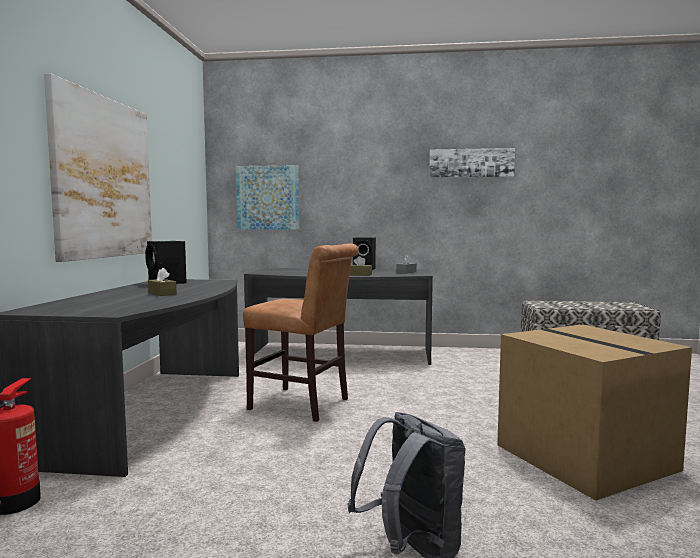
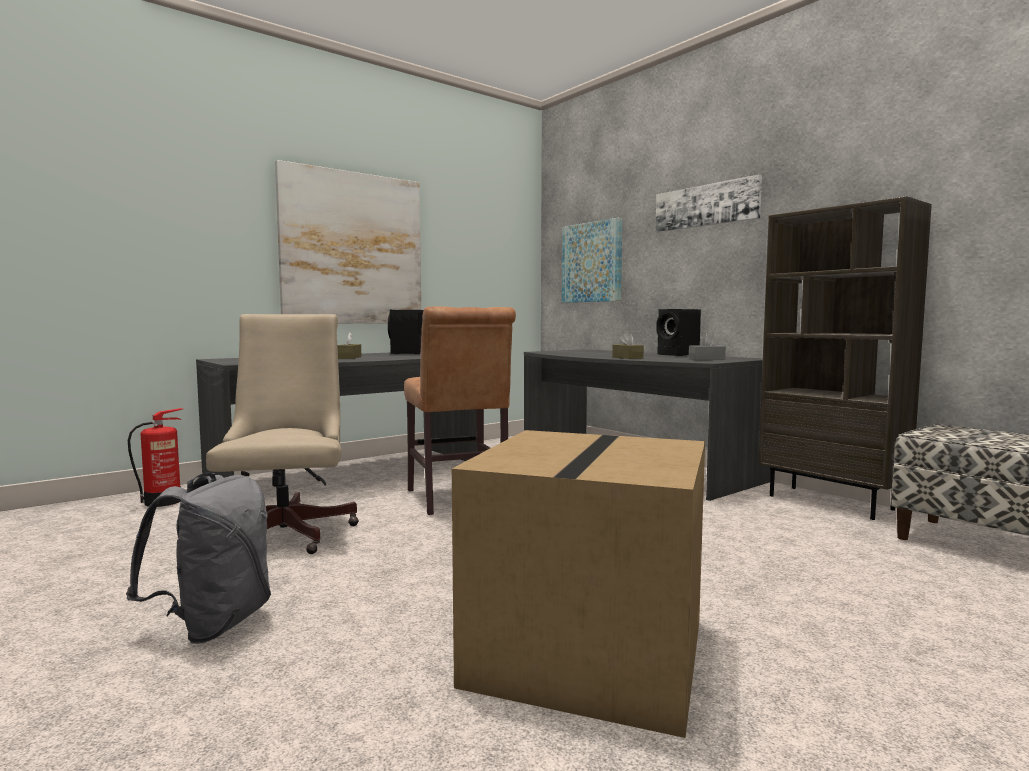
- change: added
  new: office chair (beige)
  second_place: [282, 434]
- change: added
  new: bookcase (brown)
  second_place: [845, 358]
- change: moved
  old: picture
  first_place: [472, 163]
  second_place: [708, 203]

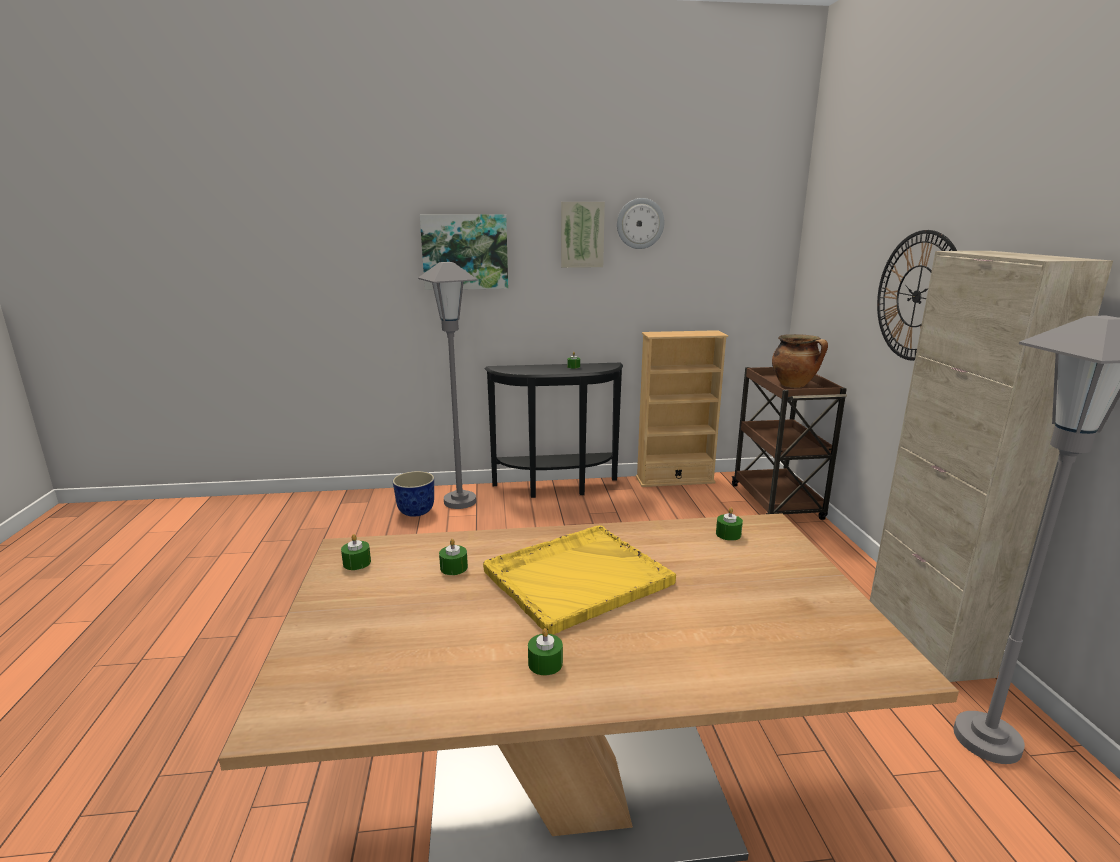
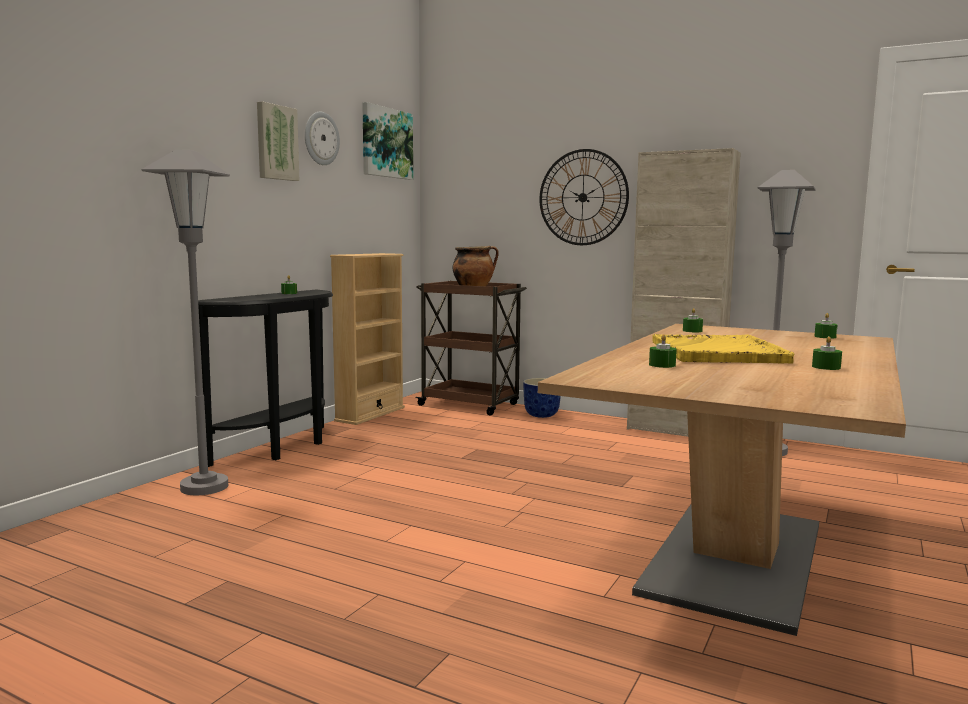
- change: moved
  old: candle (green)
  first_place: [356, 552]
  second_place: [826, 325]
- change: moved
  old: planter
  first_place: [413, 494]
  second_place: [542, 398]
- change: moved
  old: picture
  first_place: [464, 252]
  second_place: [387, 141]

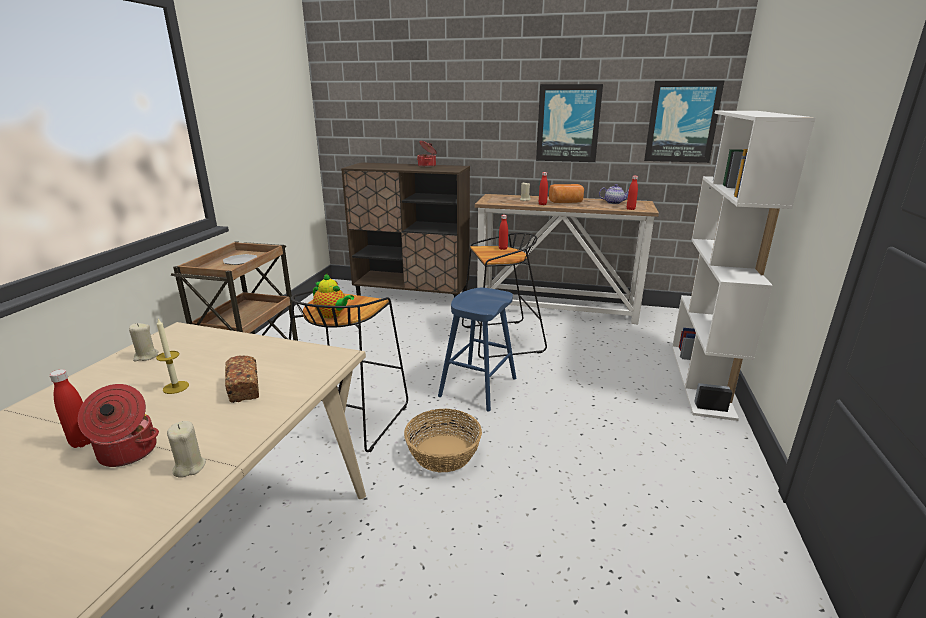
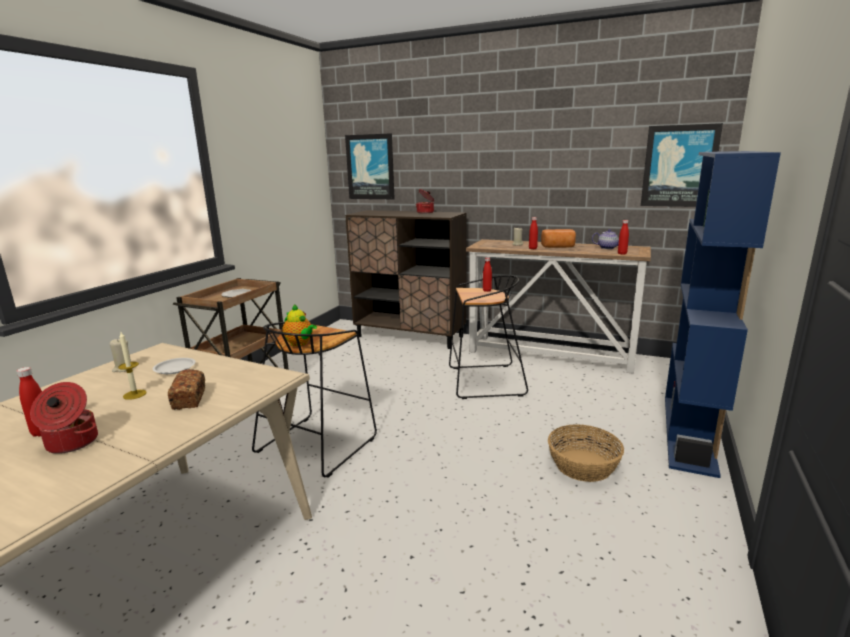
- change: removed
  old: candle (beige)
  first_place: [186, 449]
- change: removed
  old: stool (blue)
  first_place: [477, 349]
- change: added
  new: plate (white)
  second_place: [174, 366]
- change: moved
  old: basket
  first_place: [443, 440]
  second_place: [586, 453]
- change: moved
  old: picture
  first_place: [569, 123]
  second_place: [370, 166]
- change: recoloured
  old: bookcase (white)
  new: bookcase (blue)
  first_place: [744, 266]
  second_place: [723, 314]

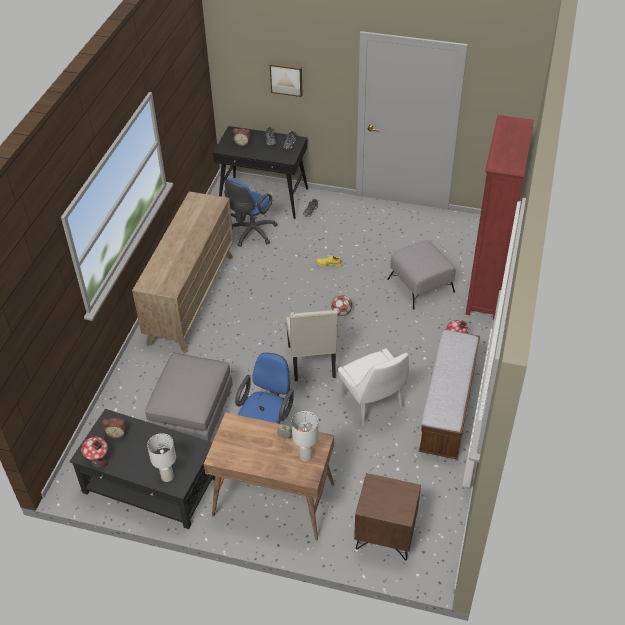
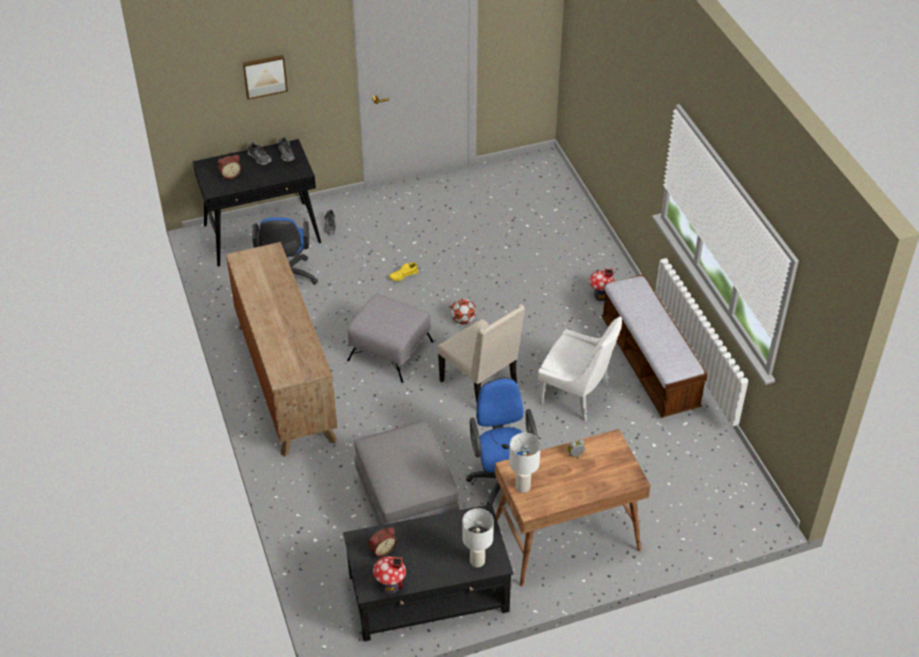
- change: removed
  old: nightstand (brown)
  first_place: [387, 517]
- change: removed
  old: bookcase (red)
  first_place: [499, 217]
- change: moved
  old: table lamp (white)
  first_place: [305, 436]
  second_place: [525, 463]
- change: moved
  old: ottoman (grey)
  first_place: [421, 274]
  second_place: [390, 338]

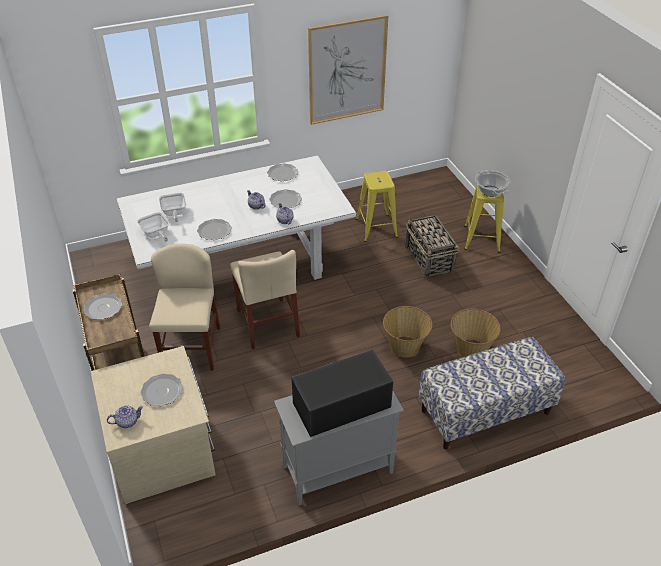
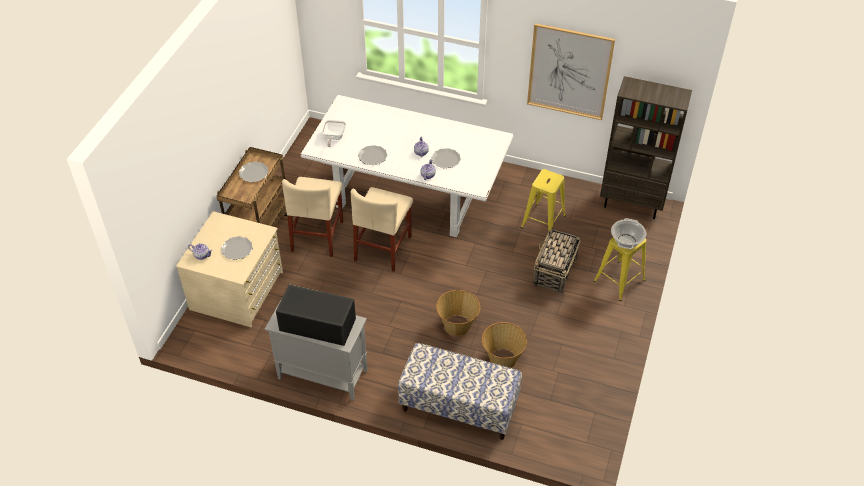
- change: removed
  old: frying pan
  first_place: [172, 207]
- change: removed
  old: plate
  first_place: [283, 172]
- change: added
  new: bookcase (brown)
  second_place: [646, 147]
- change: turned
  old: chair (beige)
  first_place: [184, 307]
  second_place: [312, 217]
  degrees: 150

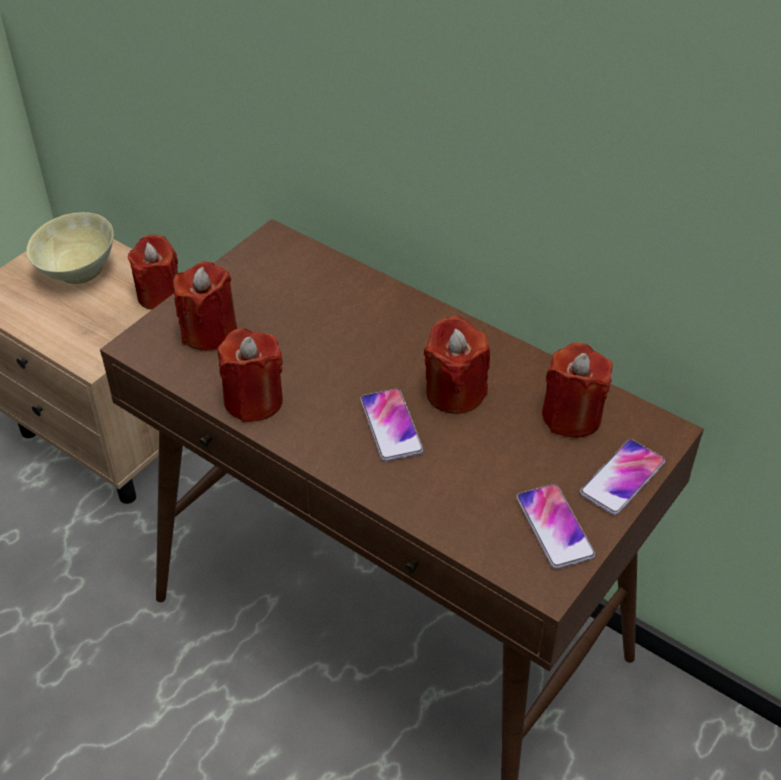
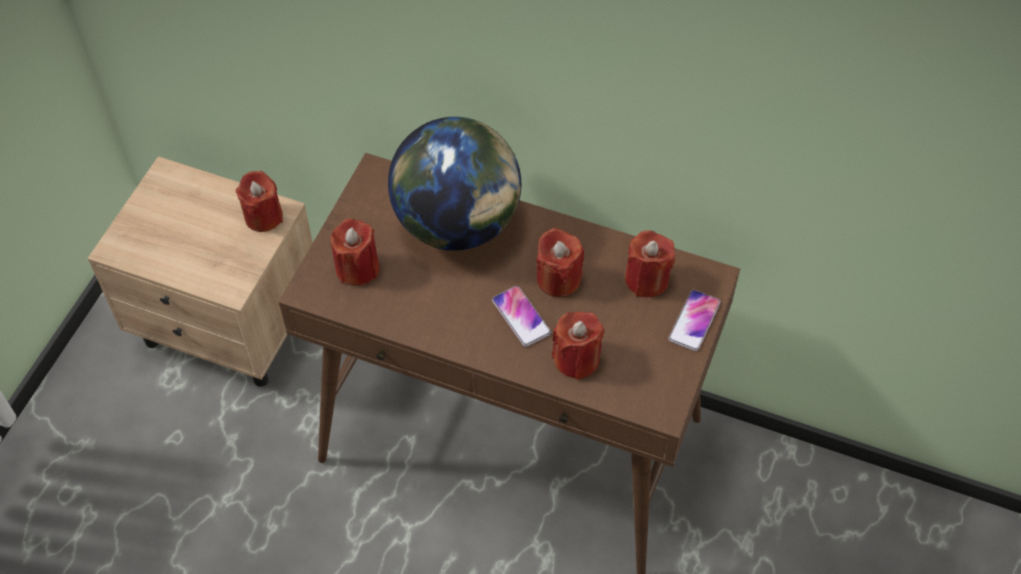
- change: removed
  old: bowl (beige)
  first_place: [70, 248]
- change: removed
  old: phone
  first_place: [555, 526]
- change: added
  new: globe
  second_place: [454, 184]
- change: moved
  old: candle (red)
  first_place: [250, 376]
  second_place: [578, 346]

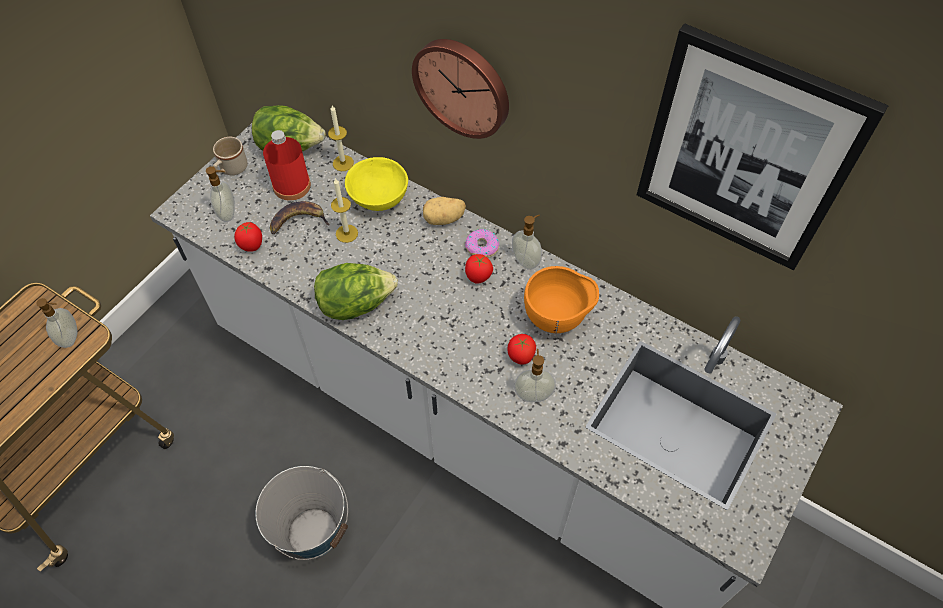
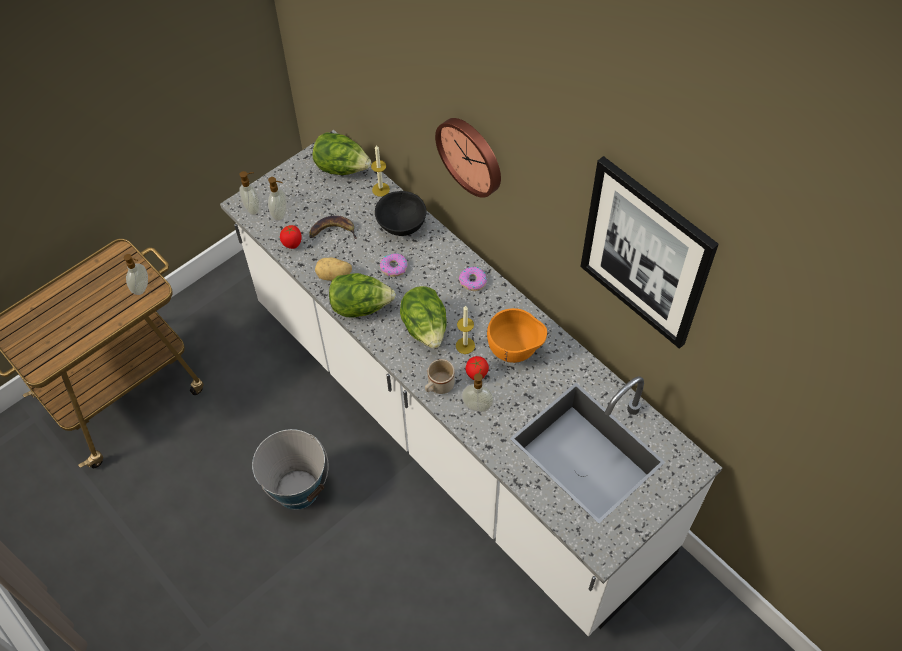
- change: removed
  old: bottle (red)
  first_place: [287, 165]
- change: removed
  old: tomato
  first_place: [479, 269]
- change: added
  new: donut
  second_place: [393, 265]
- change: added
  new: lettuce
  second_place: [423, 317]
- change: moved
  old: mug (beige)
  first_place: [230, 156]
  second_place: [440, 376]
- change: moved
  old: candle
  first_place: [344, 210]
  second_place: [465, 329]
- change: moved
  old: potato
  first_place: [444, 211]
  second_place: [333, 269]
- change: moved
  old: soap dispenser
  first_place: [527, 242]
  second_place: [249, 193]
- change: recoloured
  old: bowl (yellow)
  new: bowl (black)
  first_place: [376, 184]
  second_place: [400, 213]

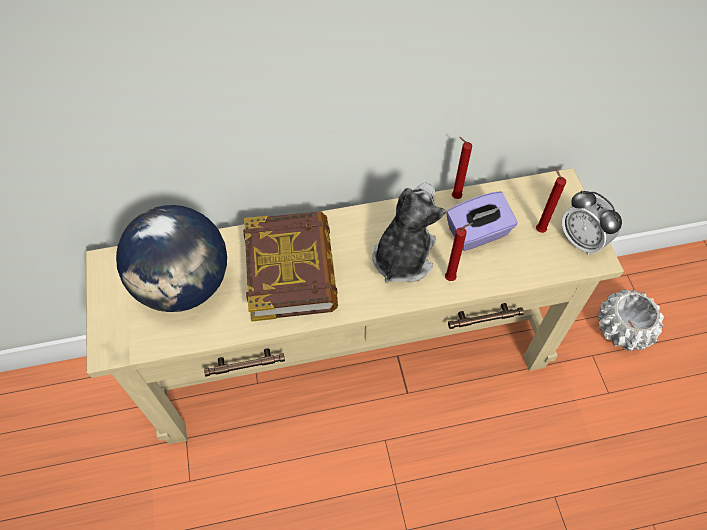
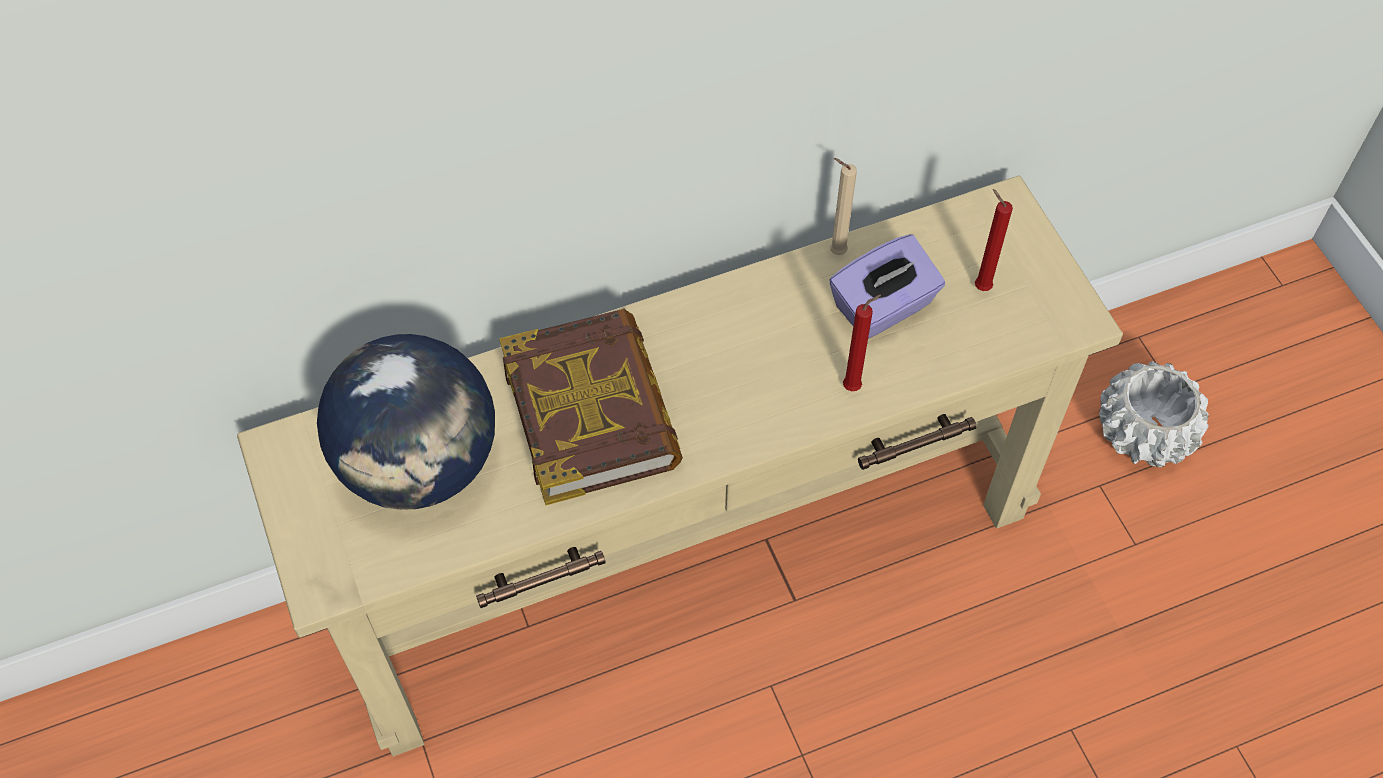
- change: removed
  old: plush toy
  first_place: [409, 233]
- change: removed
  old: alarm clock
  first_place: [592, 222]
- change: recoloured
  old: candle (red)
  new: candle (beige)
  first_place: [462, 168]
  second_place: [843, 206]

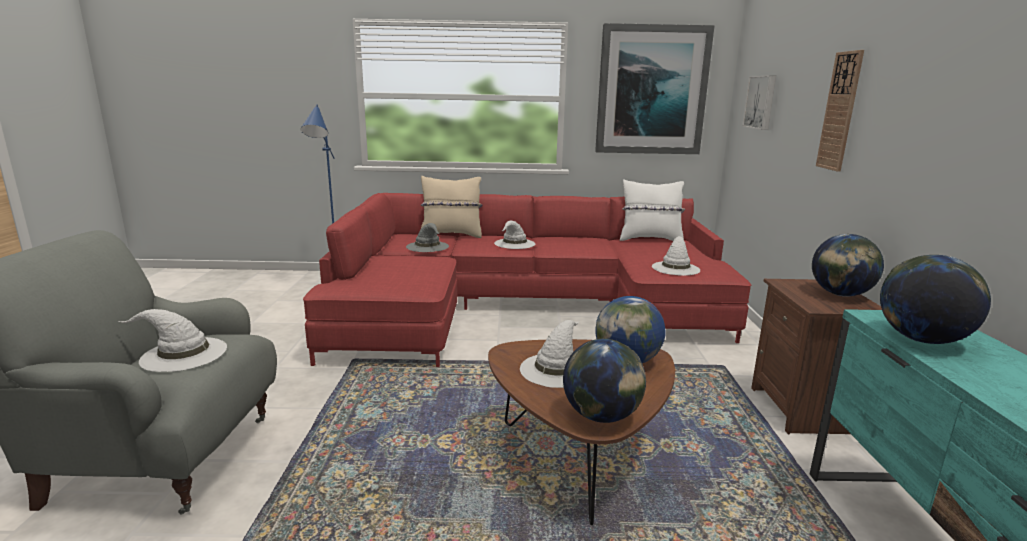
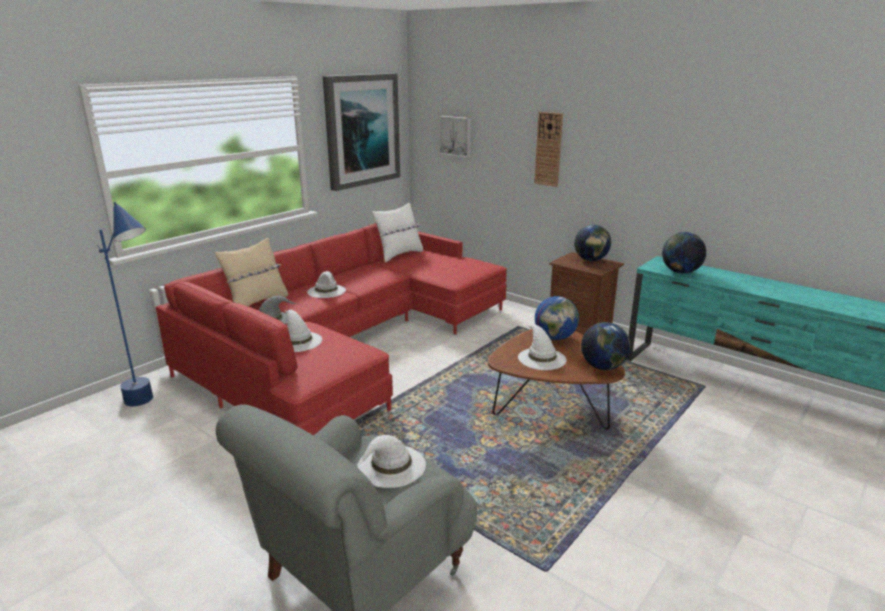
- change: moved
  old: hat (white)
  first_place: [676, 256]
  second_place: [303, 331]

